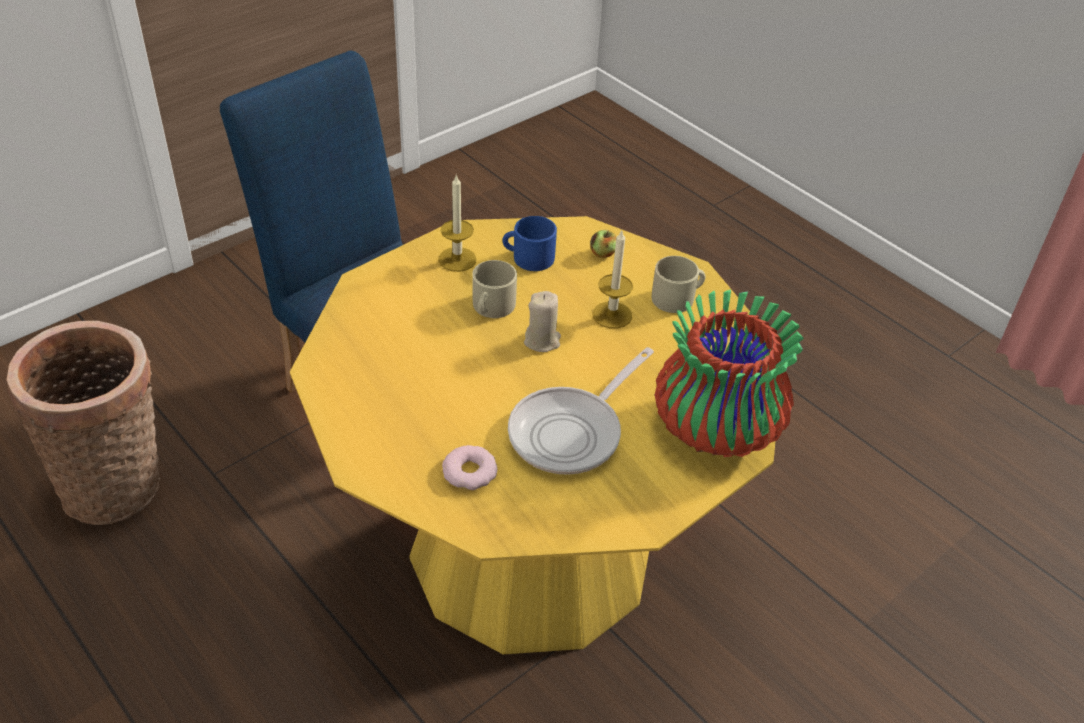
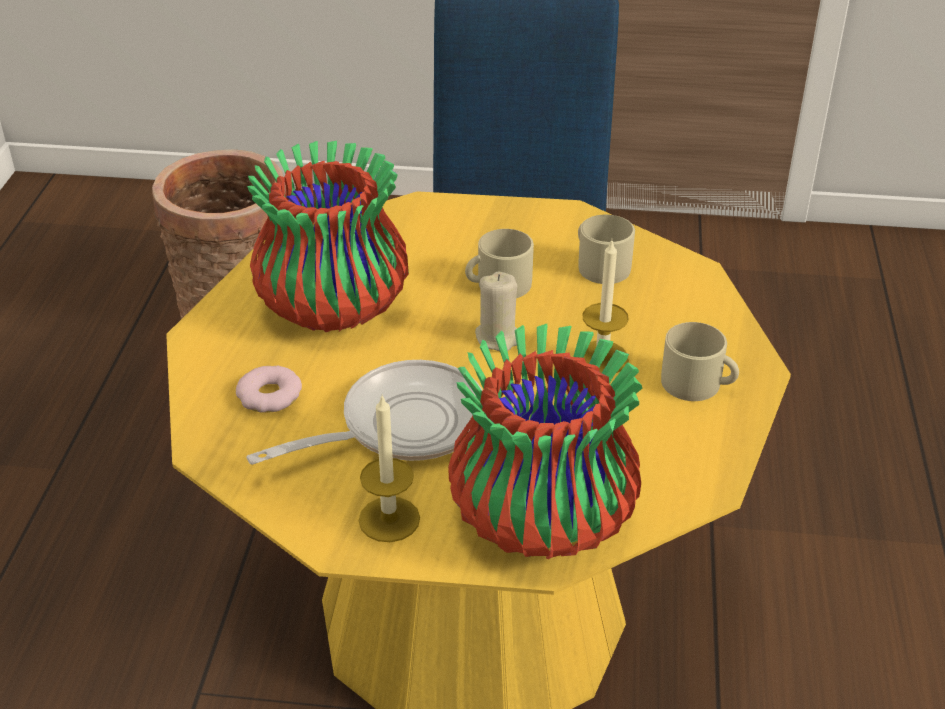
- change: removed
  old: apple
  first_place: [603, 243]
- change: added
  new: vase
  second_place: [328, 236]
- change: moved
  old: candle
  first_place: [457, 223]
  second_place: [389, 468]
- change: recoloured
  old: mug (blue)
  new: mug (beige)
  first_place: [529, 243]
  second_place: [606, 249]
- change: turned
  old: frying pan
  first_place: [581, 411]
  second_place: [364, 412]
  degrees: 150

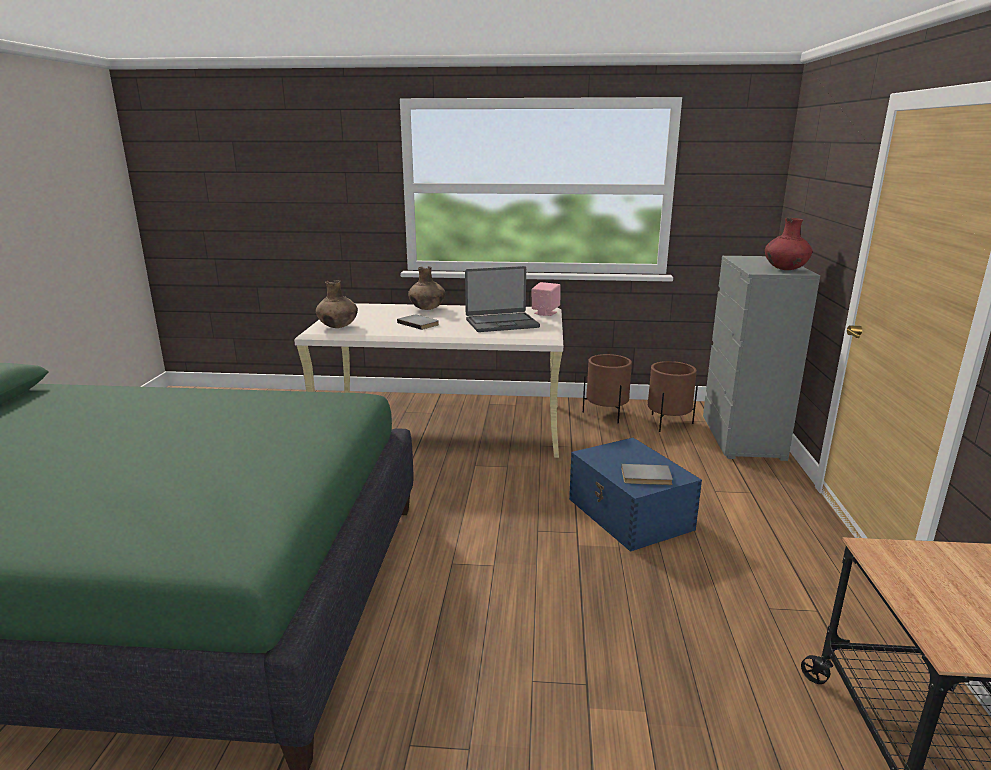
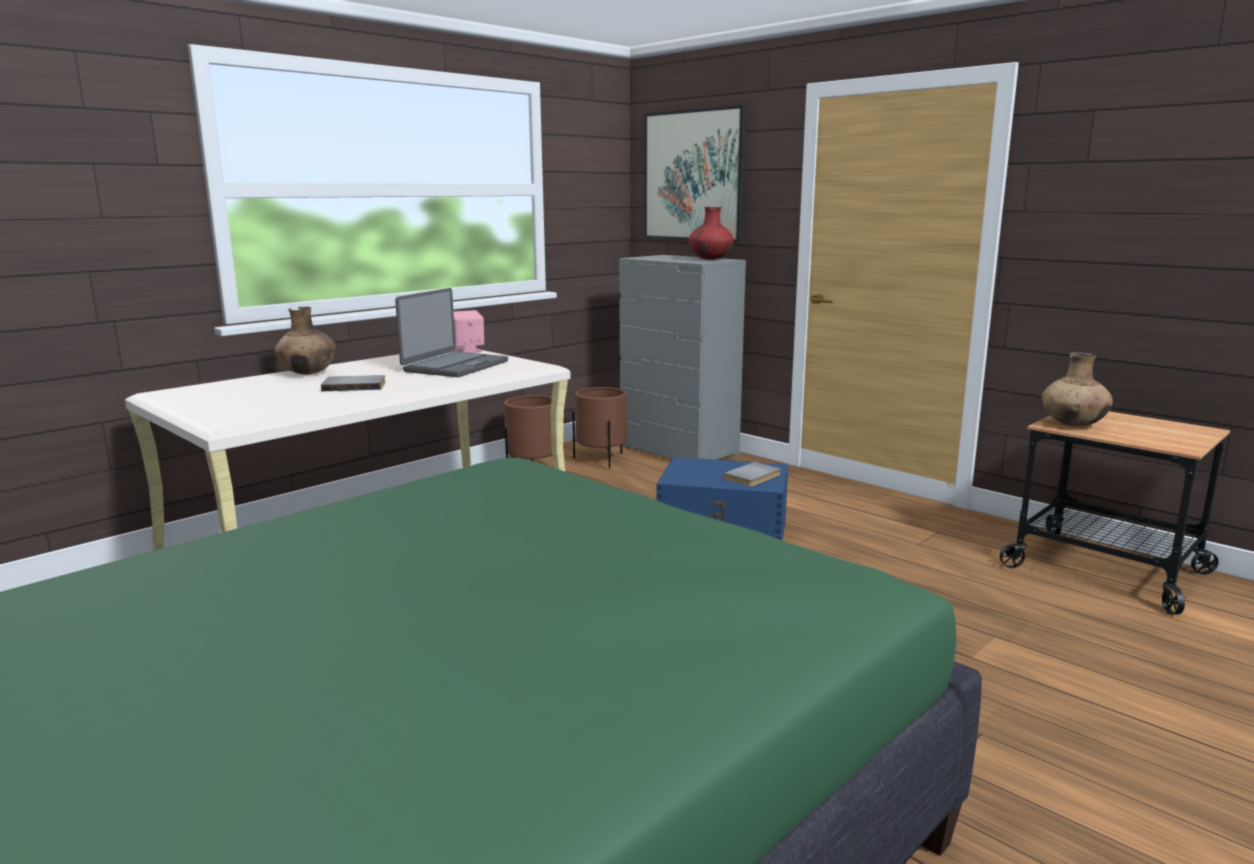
- change: added
  new: picture
  second_place: [696, 174]
- change: moved
  old: vase (brown)
  first_place: [337, 304]
  second_place: [1077, 389]

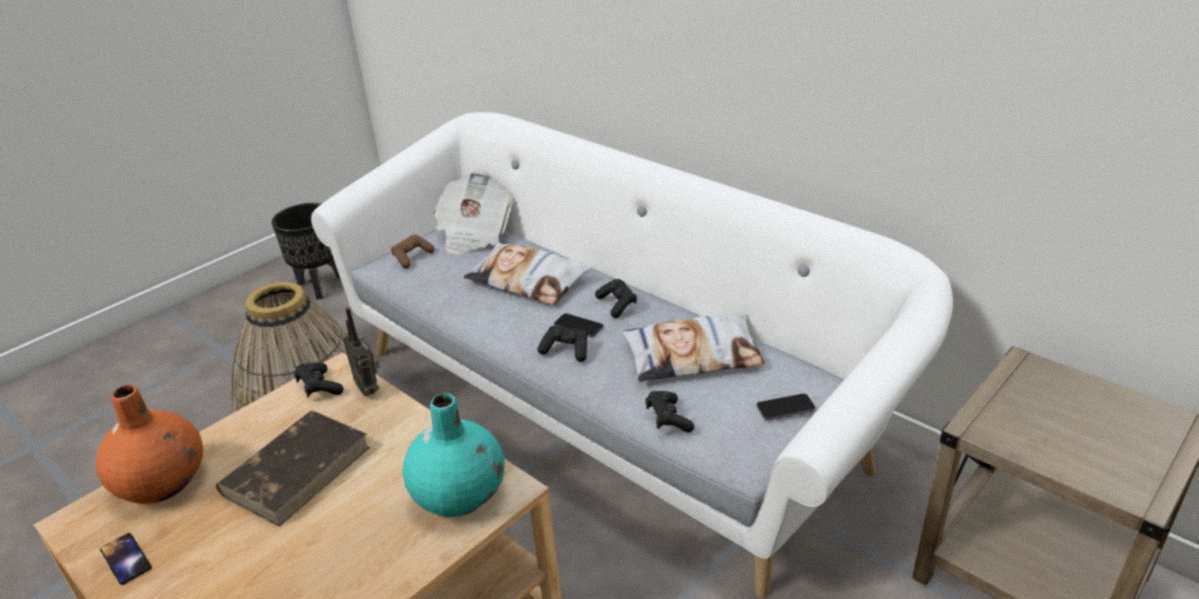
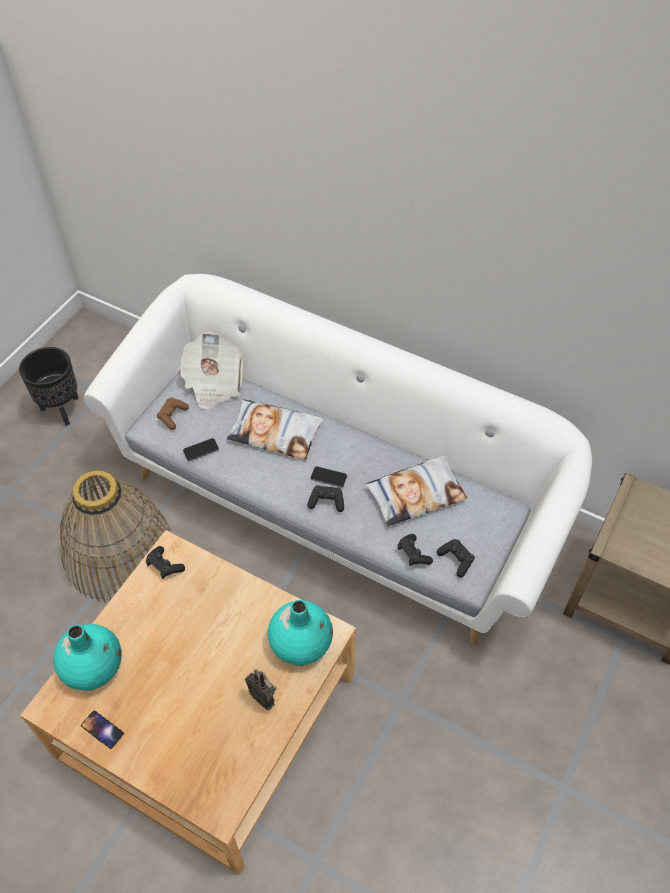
- change: removed
  old: book (brown)
  first_place: [293, 468]
- change: moved
  old: radio
  first_place: [361, 352]
  second_place: [260, 689]
- change: moved
  old: game controller (black)
  first_place: [616, 298]
  second_place: [456, 558]
- change: moved
  old: phone
  first_place: [786, 406]
  second_place: [201, 449]
- change: recoloured
  old: vase (orange)
  new: vase (turquoise)
  first_place: [149, 444]
  second_place: [87, 657]

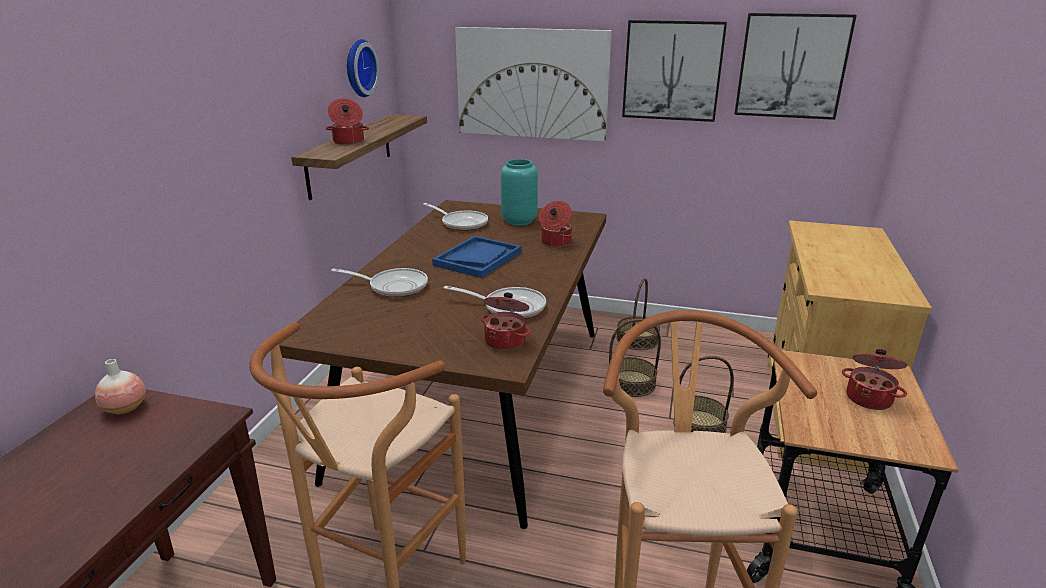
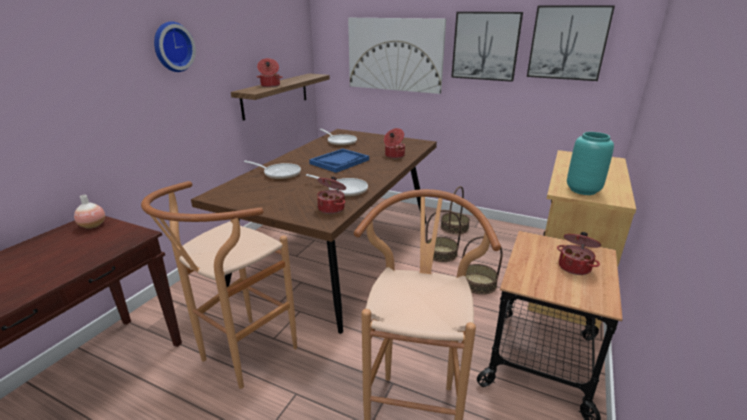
- change: moved
  old: wall clock
  first_place: [363, 68]
  second_place: [175, 46]
- change: moved
  old: vase (turquoise)
  first_place: [519, 192]
  second_place: [590, 163]

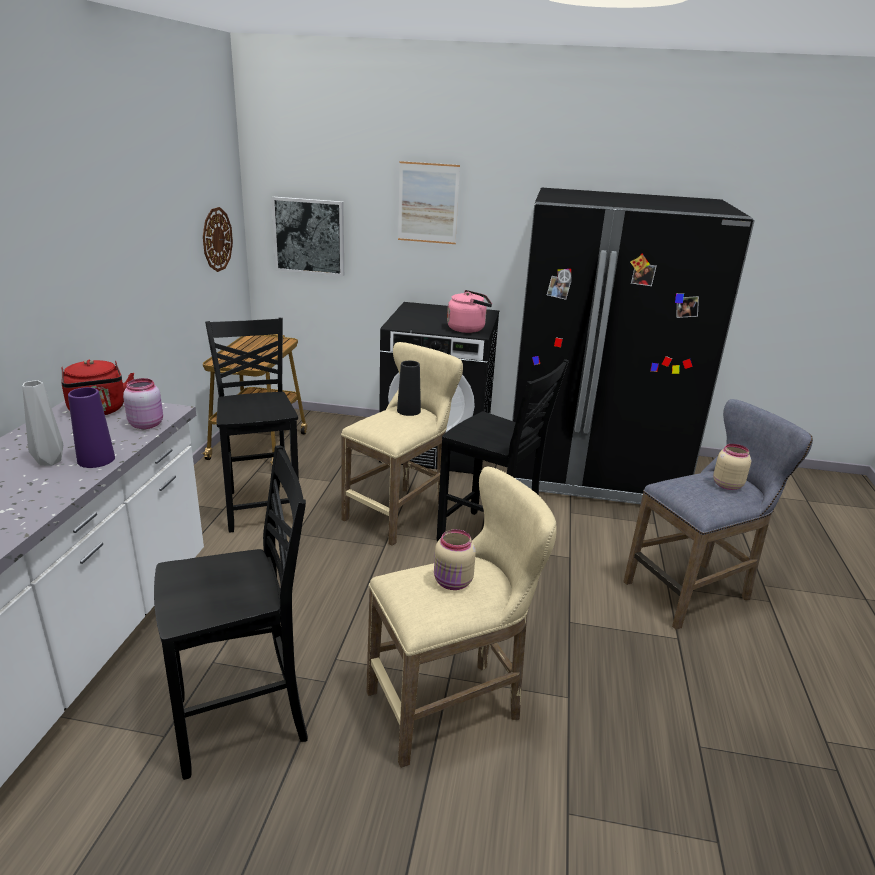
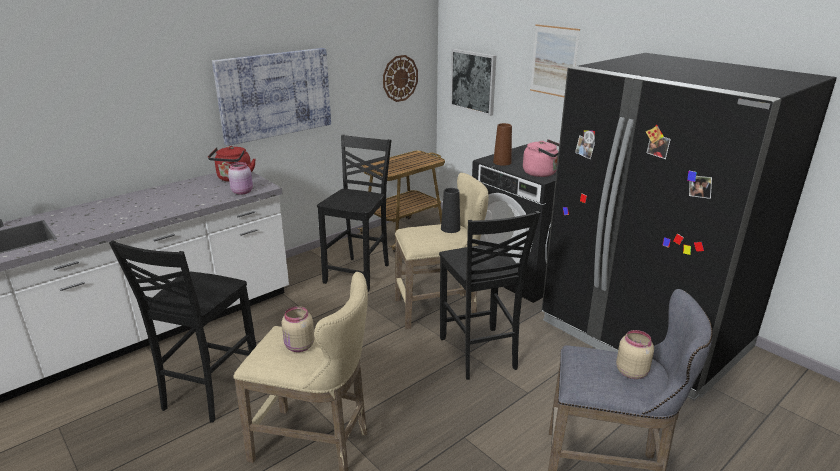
- change: removed
  old: vase (grey)
  first_place: [42, 423]
- change: removed
  old: vase (purple)
  first_place: [91, 427]
- change: added
  new: picture
  second_place: [271, 97]
- change: added
  new: vase (brown)
  second_place: [502, 144]
- change: turned
  old: chair (black)
  first_place: [231, 612]
  second_place: [182, 331]
  degrees: 90

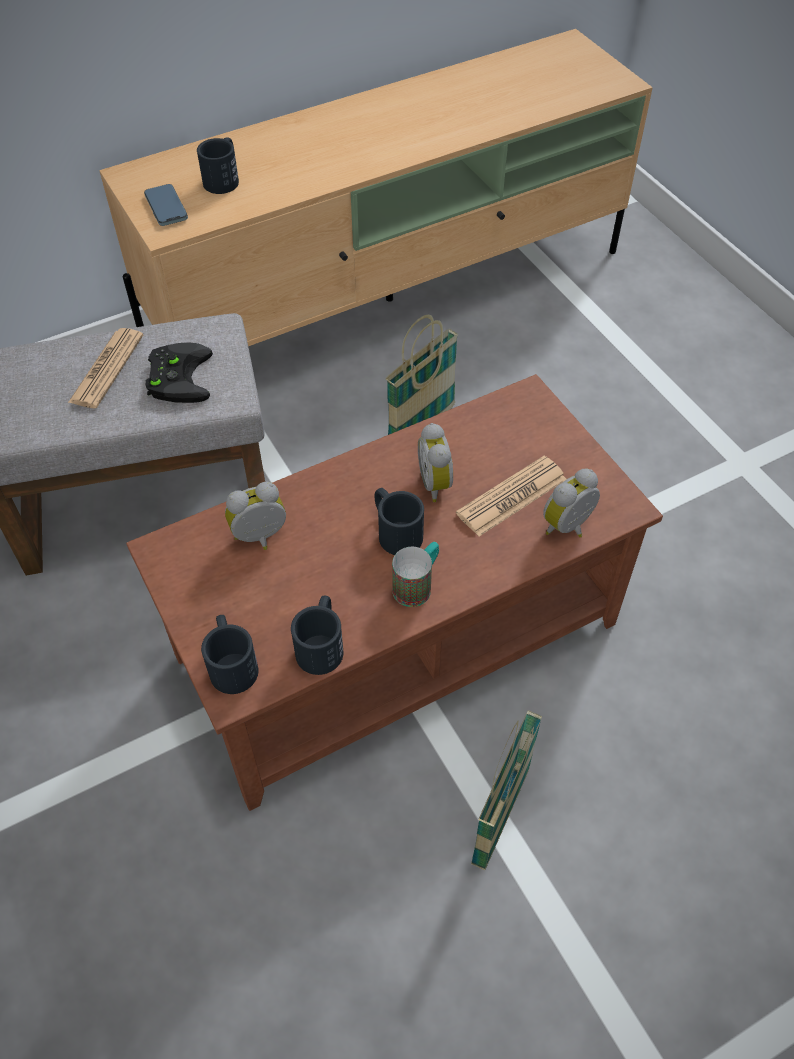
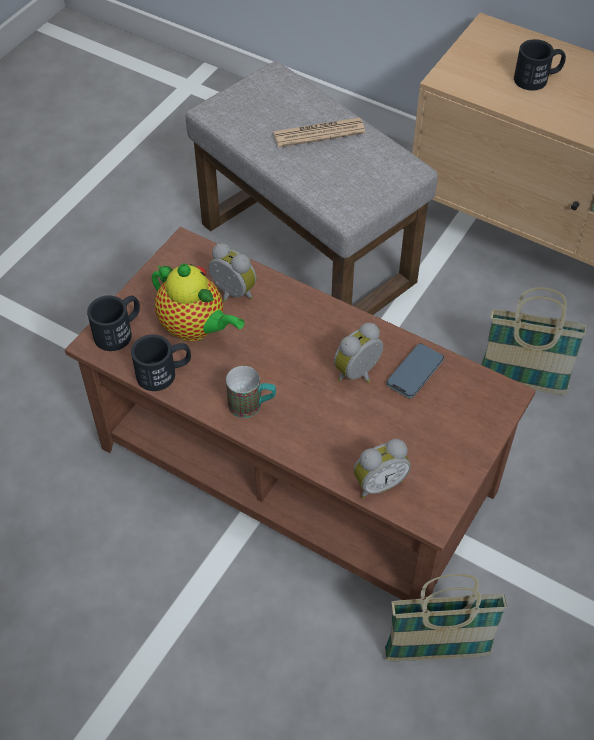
- change: removed
  old: game controller (black)
  first_place: [179, 373]
- change: removed
  old: mug (black)
  first_place: [399, 521]
- change: removed
  old: newspaper
  first_place: [511, 496]
- change: added
  new: teapot
  second_place: [198, 302]
- change: moved
  old: phone
  first_place: [166, 205]
  second_place: [415, 371]
- change: moved
  old: basket
  first_place: [506, 790]
  second_place: [446, 617]
- change: turned
  old: alarm clock
  first_place: [571, 503]
  second_place: [382, 468]
  degrees: 135

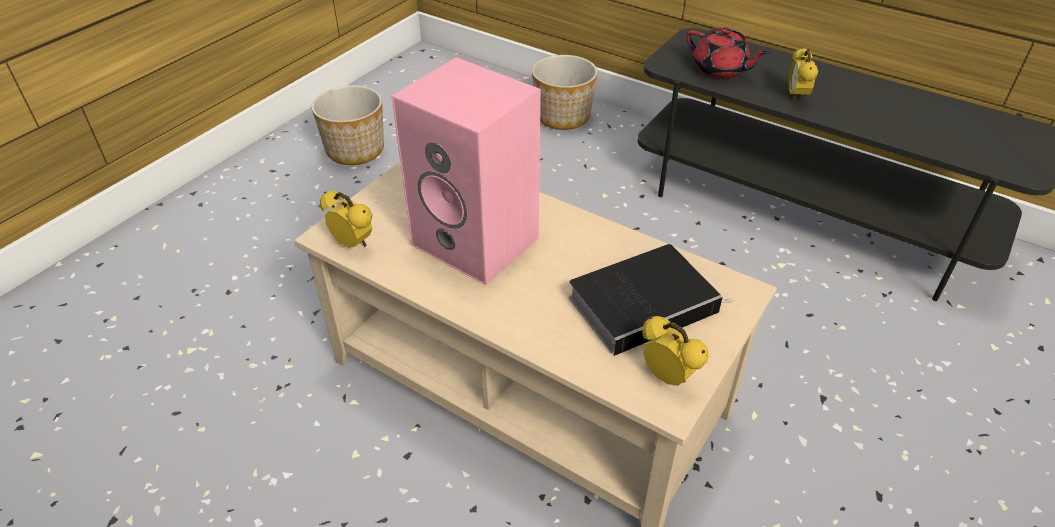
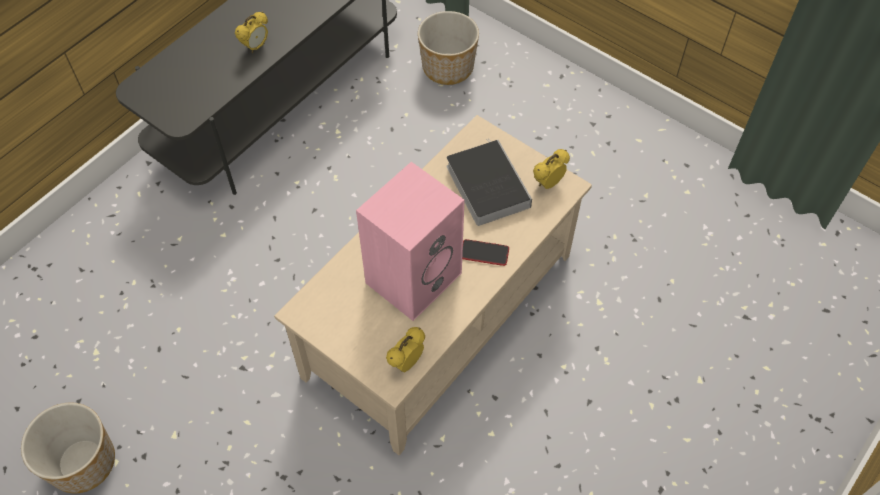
- change: removed
  old: teapot (red)
  first_place: [728, 53]
- change: added
  new: phone
  second_place: [485, 252]
- change: moved
  old: planter
  first_place: [565, 92]
  second_place: [448, 48]
- change: turned
  old: alarm clock
  first_place: [803, 74]
  second_place: [251, 32]
  degrees: -60

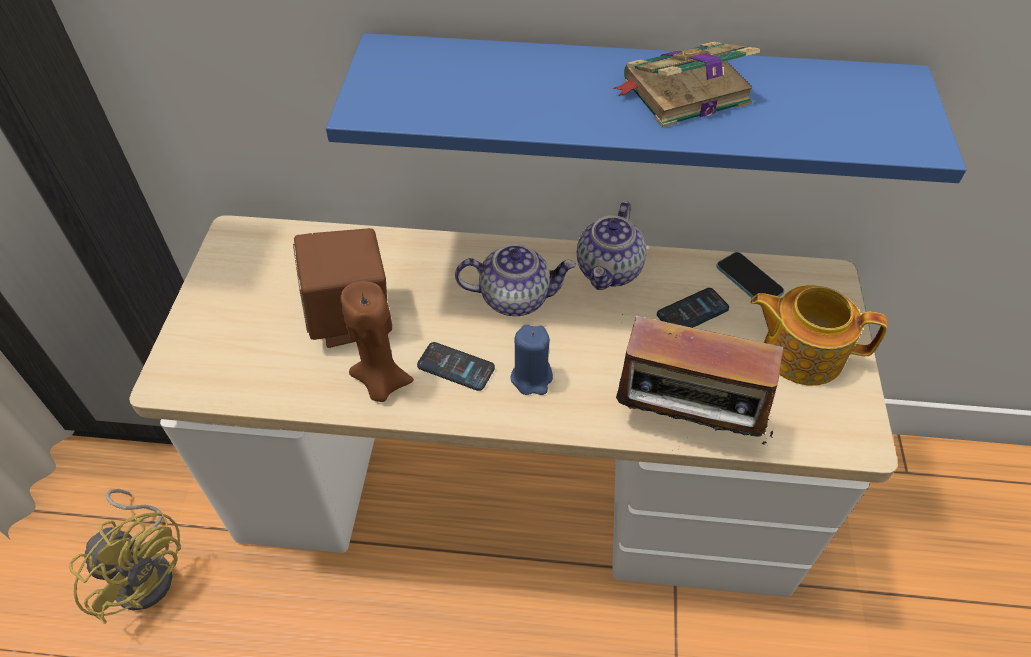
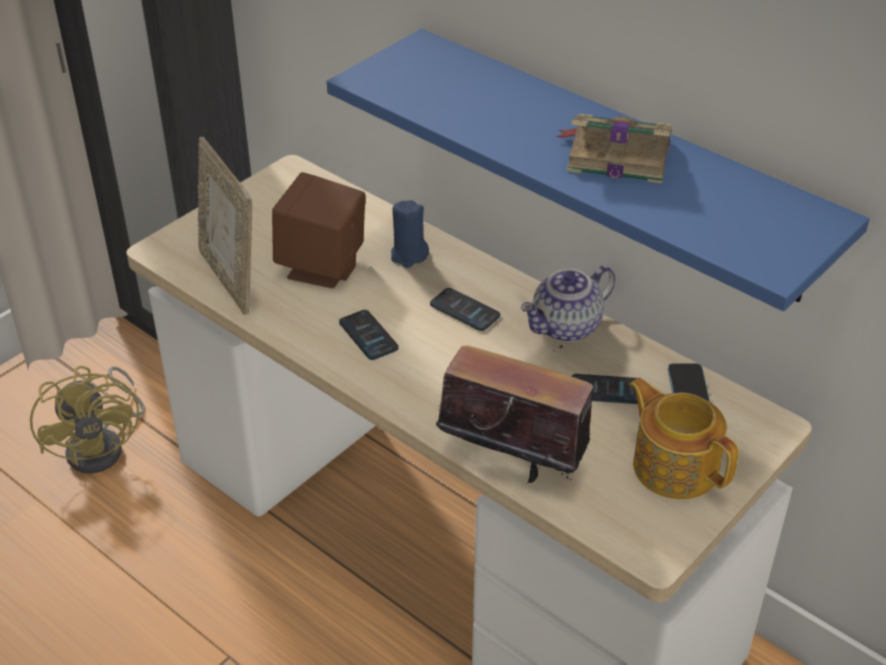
- change: removed
  old: candle (brown)
  first_place: [377, 341]
- change: added
  new: picture frame
  second_place: [225, 226]
- change: moved
  old: candle (blue)
  first_place: [531, 360]
  second_place: [410, 234]
- change: replaced
  old: teapot
  new: phone
  first_place: [515, 280]
  second_place: [465, 309]
- change: turned
  old: radio
  first_place: [699, 380]
  second_place: [514, 414]
  degrees: 150

